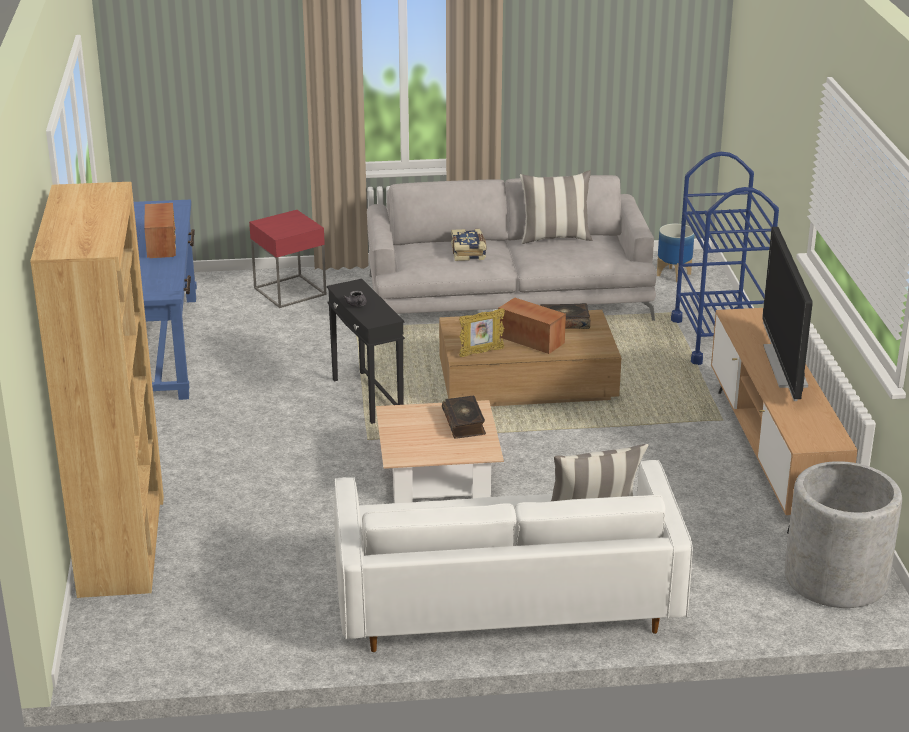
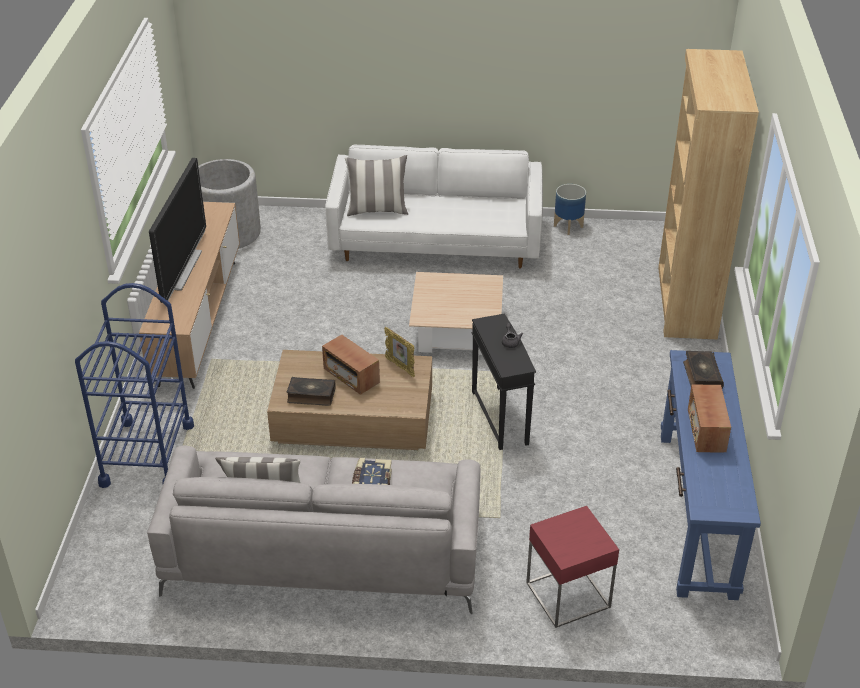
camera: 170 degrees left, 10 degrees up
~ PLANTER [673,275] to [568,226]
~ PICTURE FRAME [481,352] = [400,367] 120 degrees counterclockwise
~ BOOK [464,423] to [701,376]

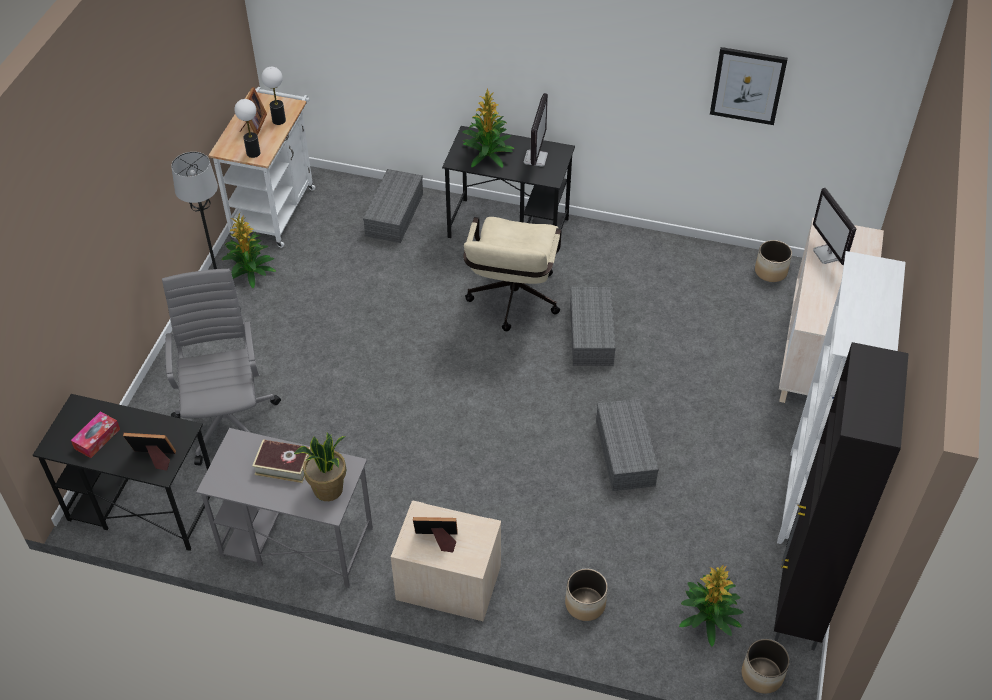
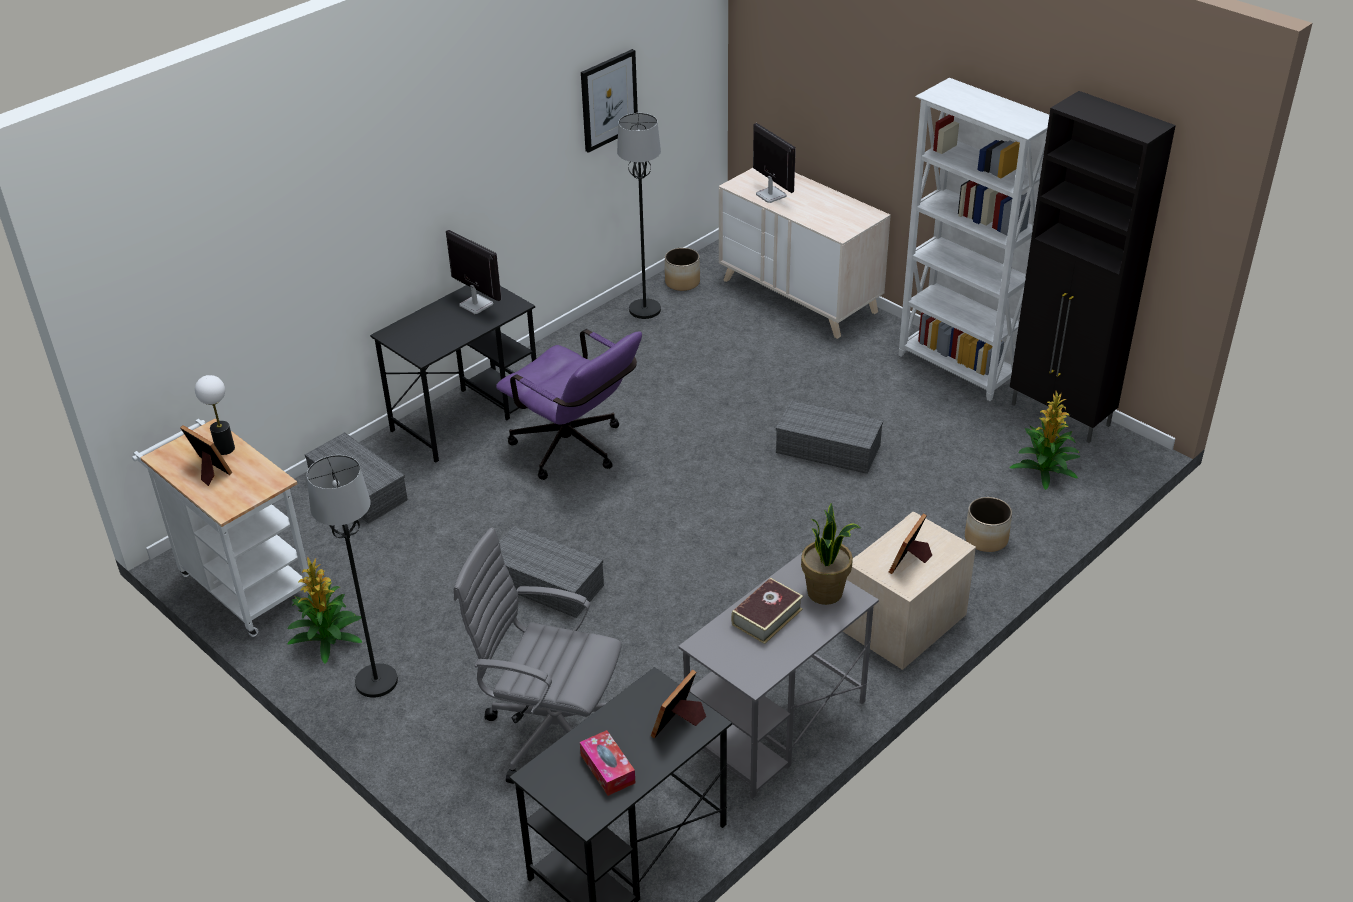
camera: 60 degrees left, 10 degrees down
- POTTED PLANT [488,154]
- TABLE LAMP [253,153]
~ MONITOR [828,254] = [770,195] 135 degrees counterclockwise
~ BEIGE OFFICE CHAIR [512,303] to PURPLE OFFICE CHAIR [575,451]
~ GREY STORAGE BOX [592,336] to [548,583]
- PLANTER [762,675]
+ BLACK FLOOR LAMP [645,309]

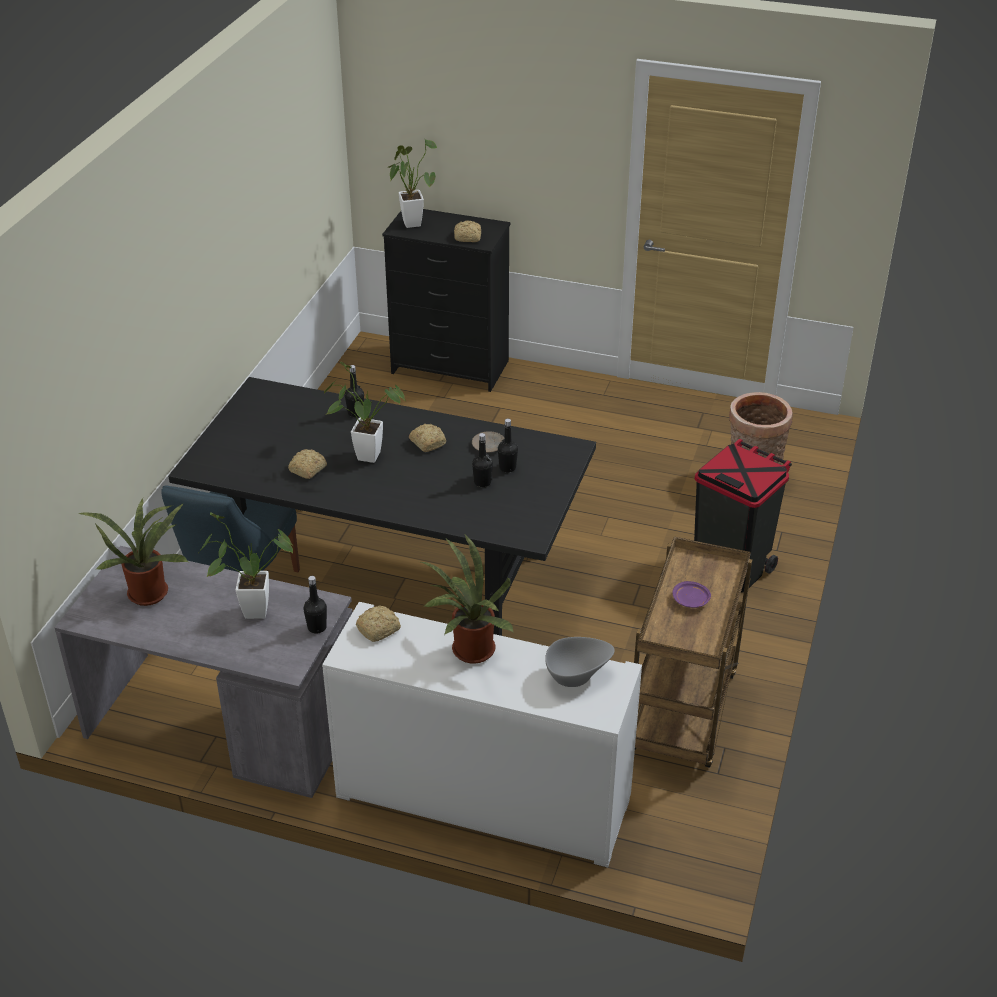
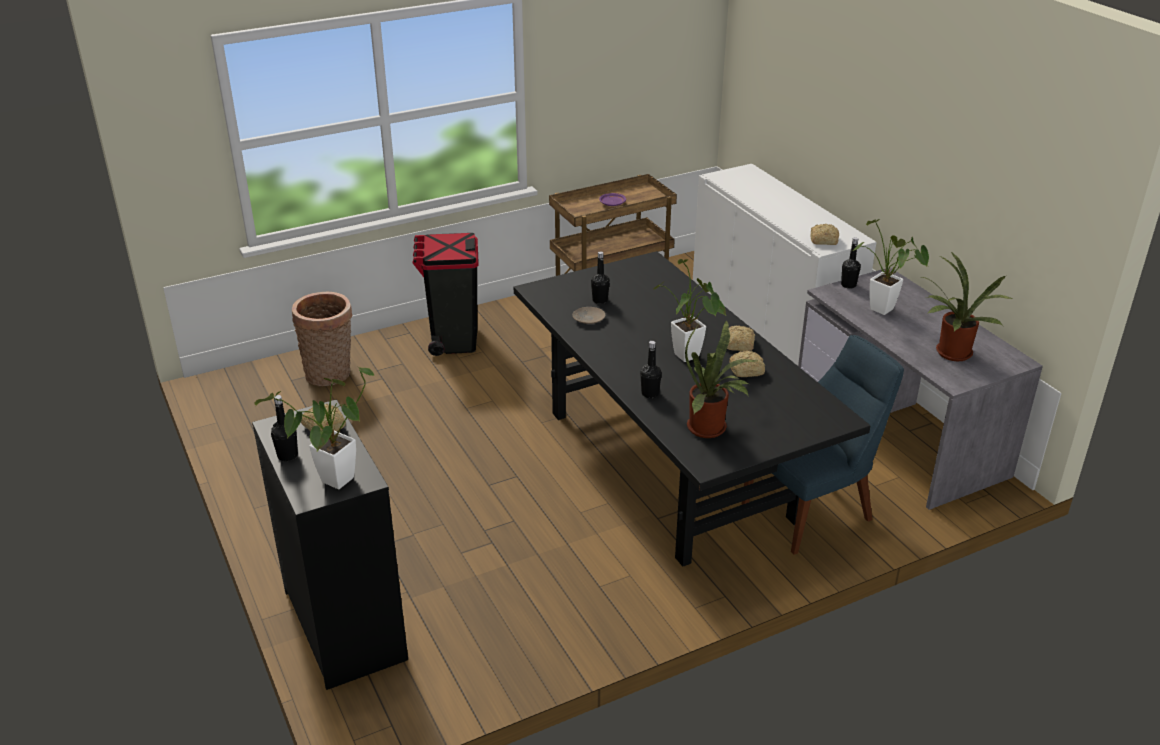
camera: 135 degrees left, 5 degrees down
~ BREAD [427,442] to [738,345]
~ BLACK BOTTLE [482,482] to [287,455]
~ POTTED PLANT [469,652] to [710,429]
- GREY BOWL [576,676]

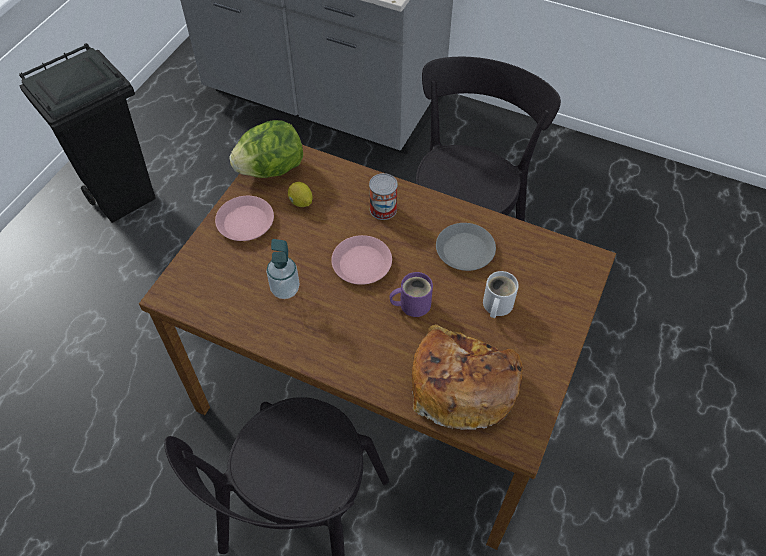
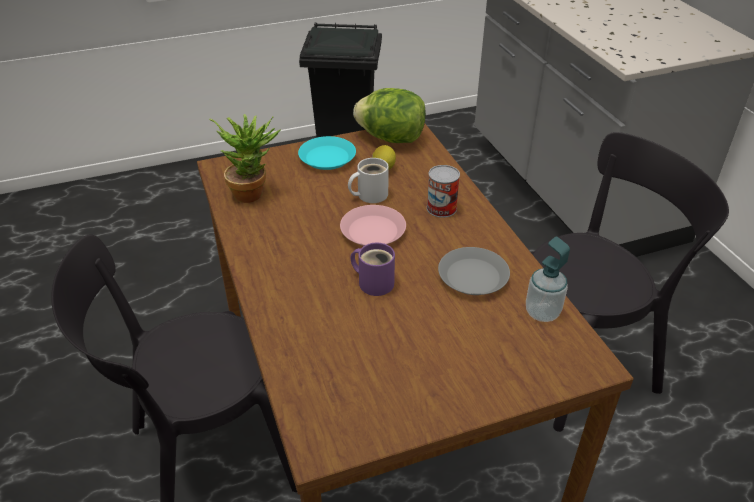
camera: 45 degrees right, 15 degrees down
~ PINK PLATE [246,222] to TURQUOISE PLATE [327,158]
~ SOAP DISPENSER [285,289] to [542,312]
~ WHITE MUG [496,305] to [369,194]
- BREAD [462,383]
+ POTTED PLANT [253,192]

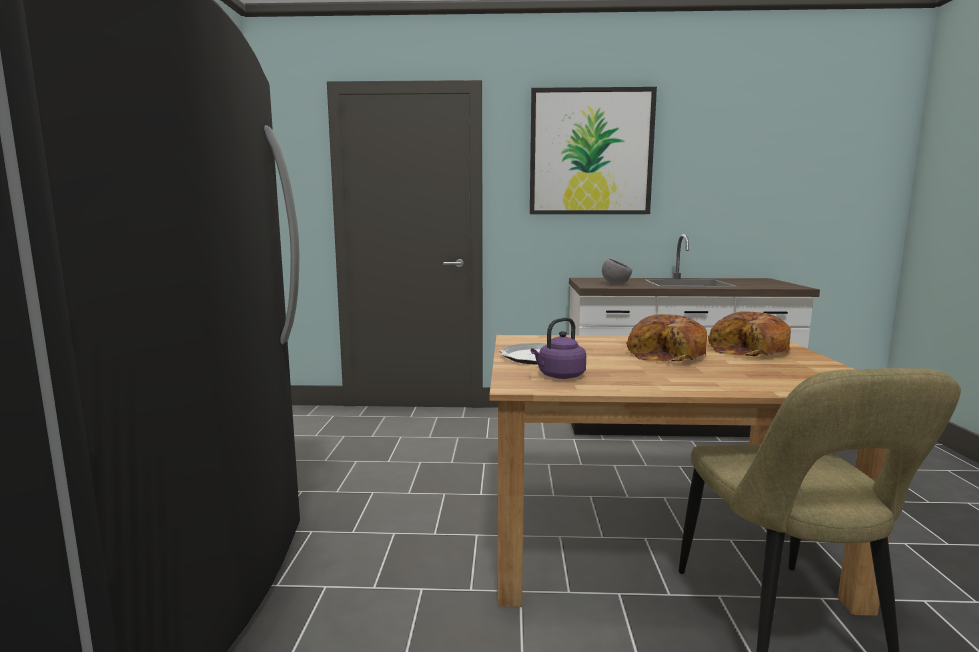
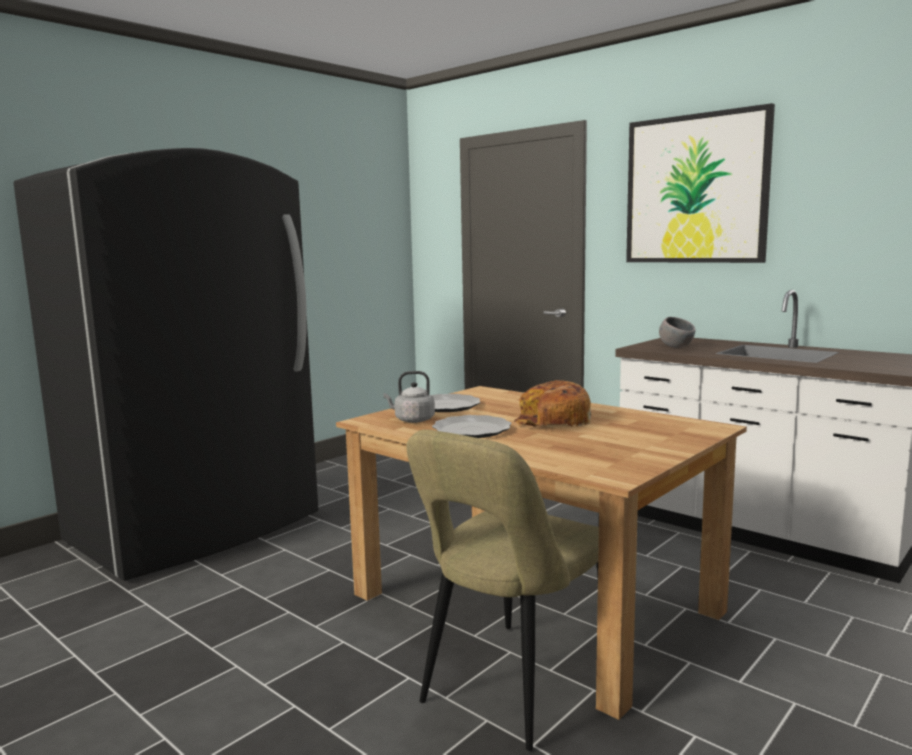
camera: 40 degrees right, 0 degrees up
- BREAD [749,351]
~ PURPLE KETTLE [559,376] to GREY KETTLE [412,420]
+ PLATE [472,430]

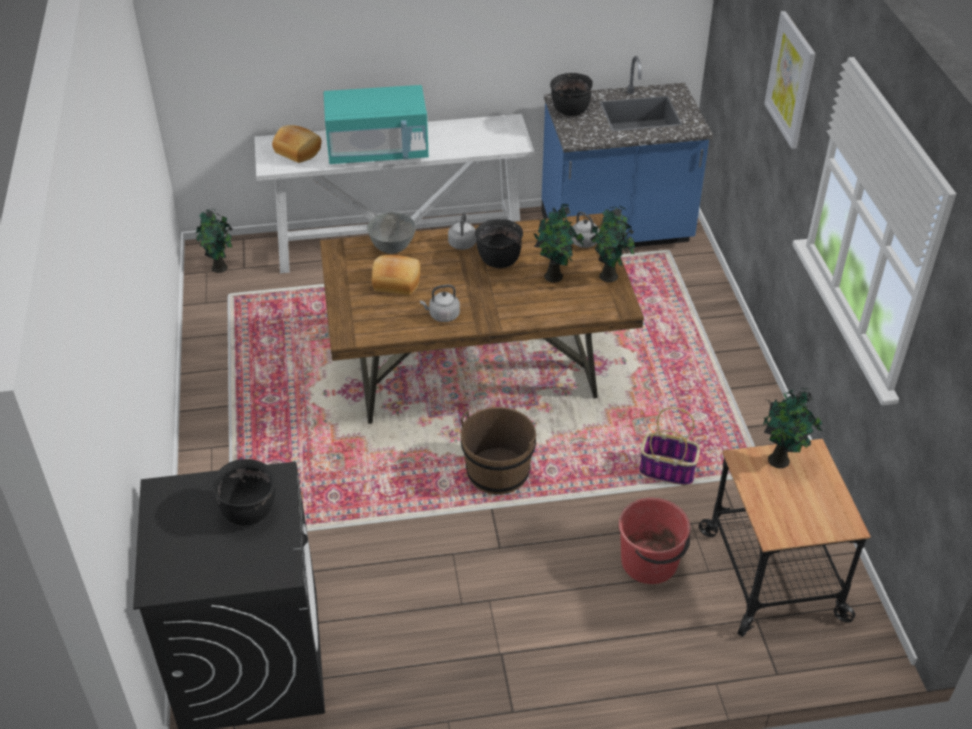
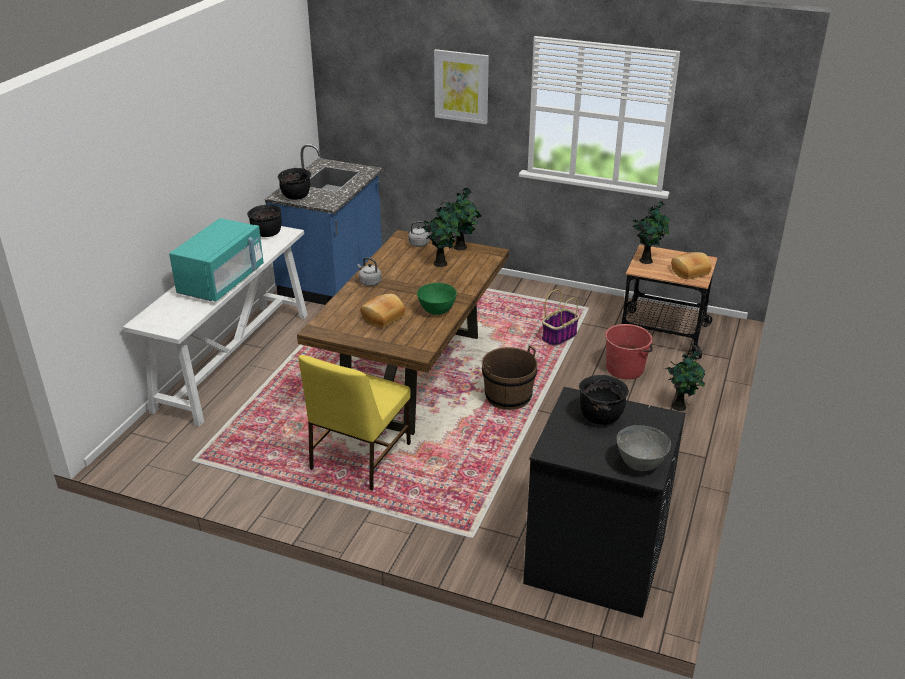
camera: 60 degrees left, 10 degrees down
~ BREAD [298,151] to [689,271]
~ POTTED PLANT [220,268] to [680,406]
~ GREY BOWL [392,248] to [640,464]
~ BLACK COOKING POT [498,260] to [267,234]
~ GREY KETTLE [442,315] to GREEN BOWL [437,311]
+ YELLOW CHAIR [359,457]

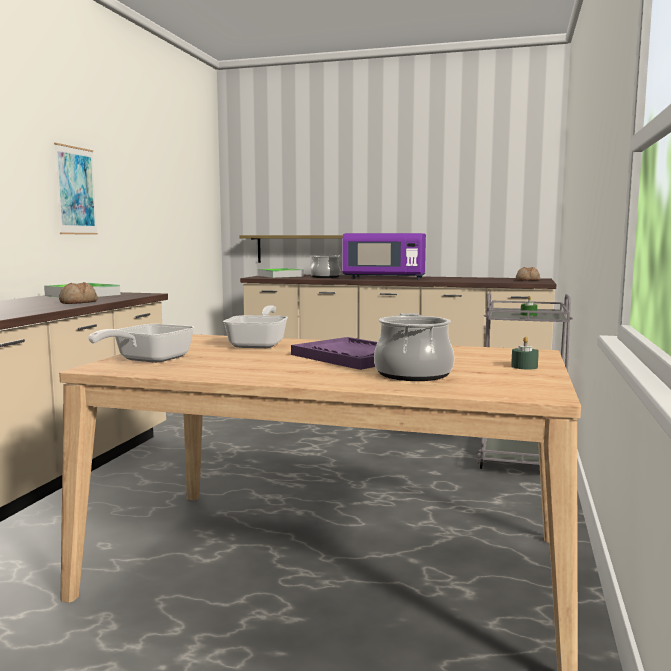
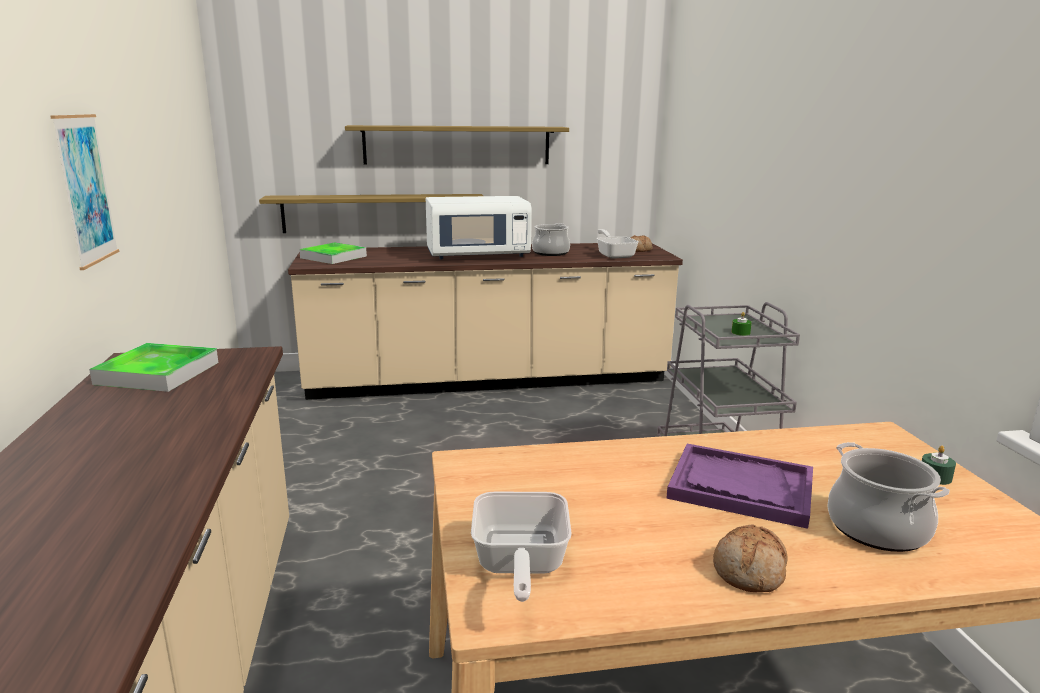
camera: 25 degrees left, 10 degrees up
~ PURPLE MICROWAVE [384,278] to WHITE MICROWAVE [477,255]
~ COOKING POT [325,277] to [550,253]
~ BREAD [78,302] to [750,571]
~ FRYING PAN [260,344] to [614,255]
+ SHELF [457,145]

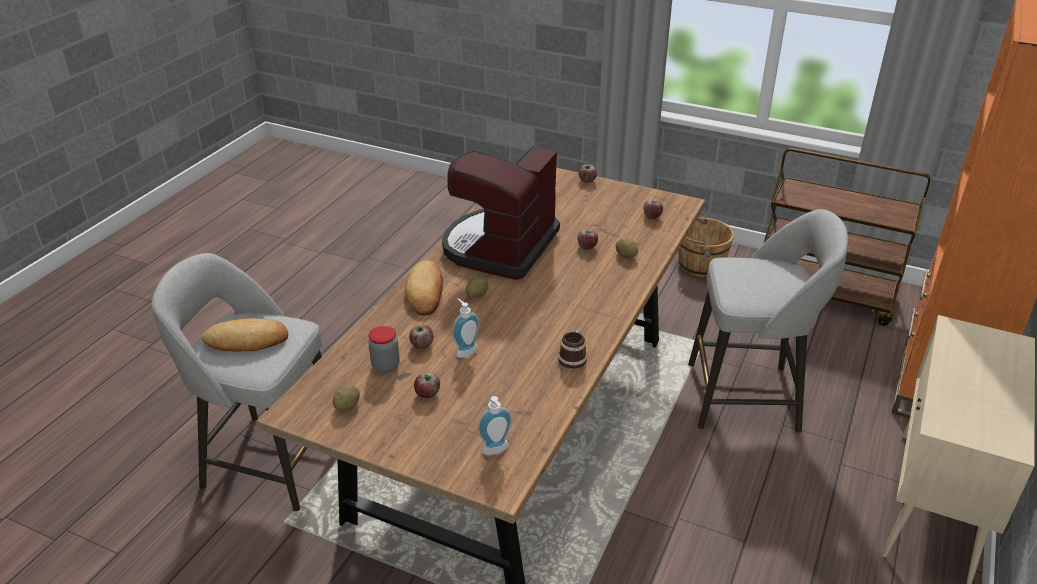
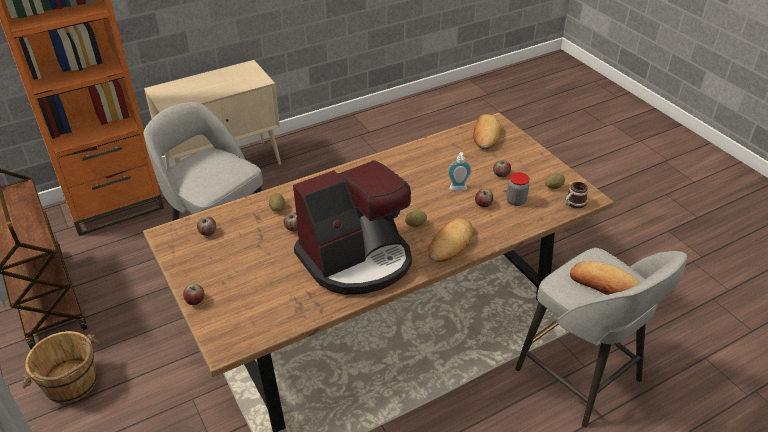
camera: 145 degrees left, 5 degrees up
~ MUG [573,357] to [573,204]
~ SOAP DISPENSER [496,451] to BREAD [485,135]

